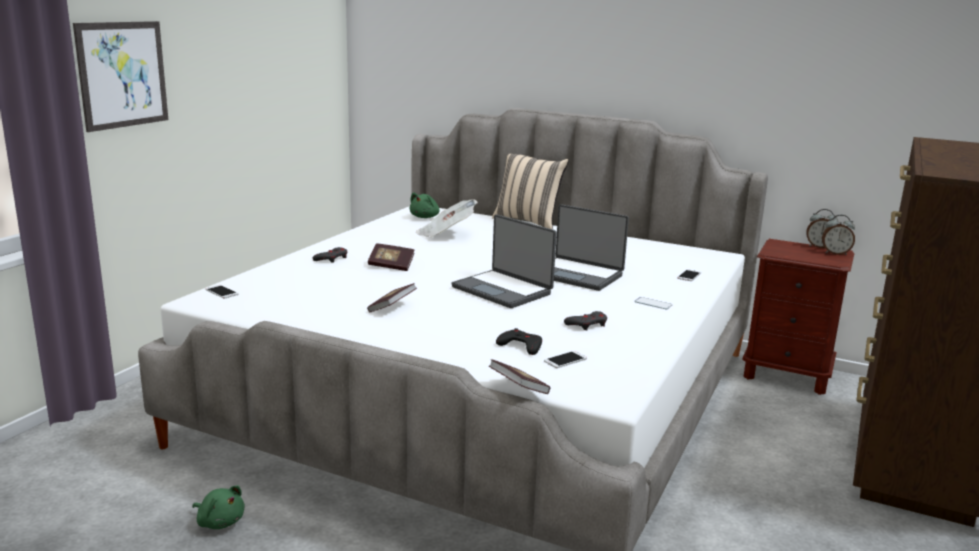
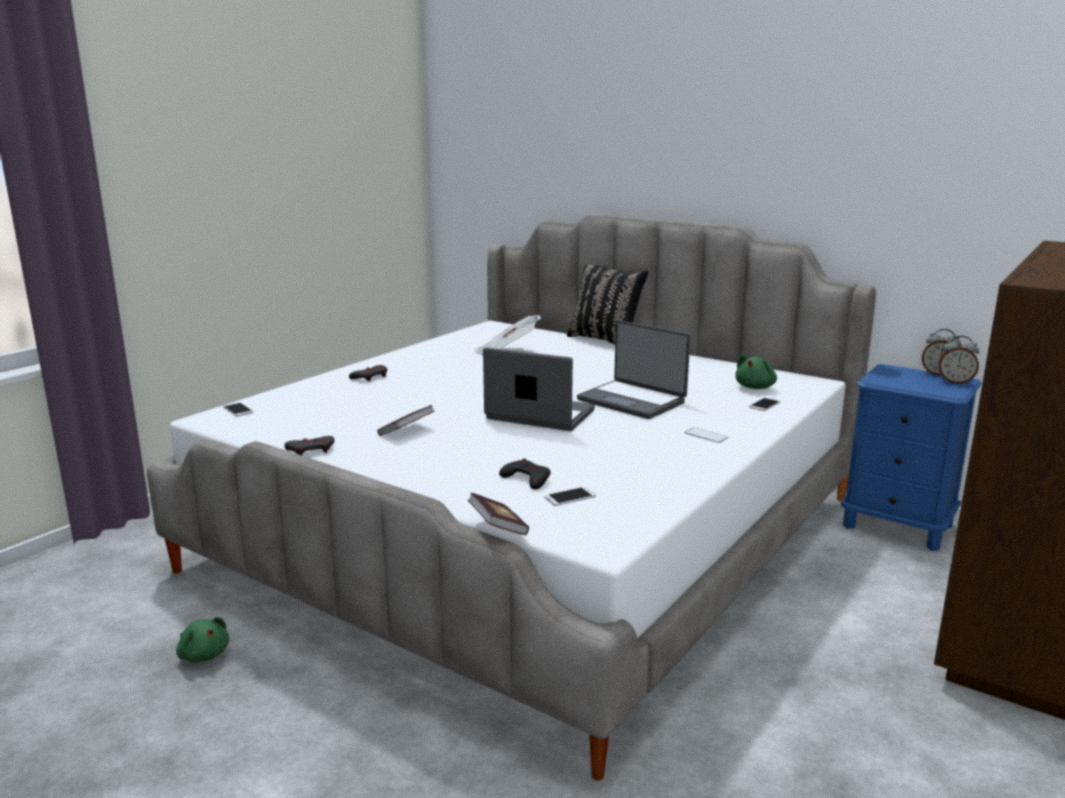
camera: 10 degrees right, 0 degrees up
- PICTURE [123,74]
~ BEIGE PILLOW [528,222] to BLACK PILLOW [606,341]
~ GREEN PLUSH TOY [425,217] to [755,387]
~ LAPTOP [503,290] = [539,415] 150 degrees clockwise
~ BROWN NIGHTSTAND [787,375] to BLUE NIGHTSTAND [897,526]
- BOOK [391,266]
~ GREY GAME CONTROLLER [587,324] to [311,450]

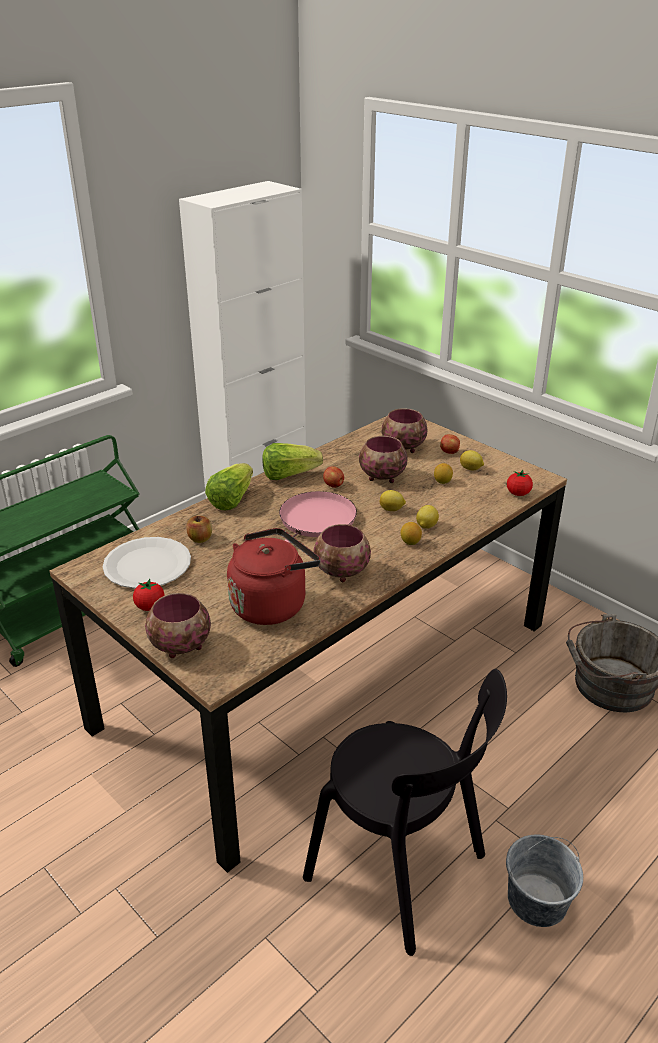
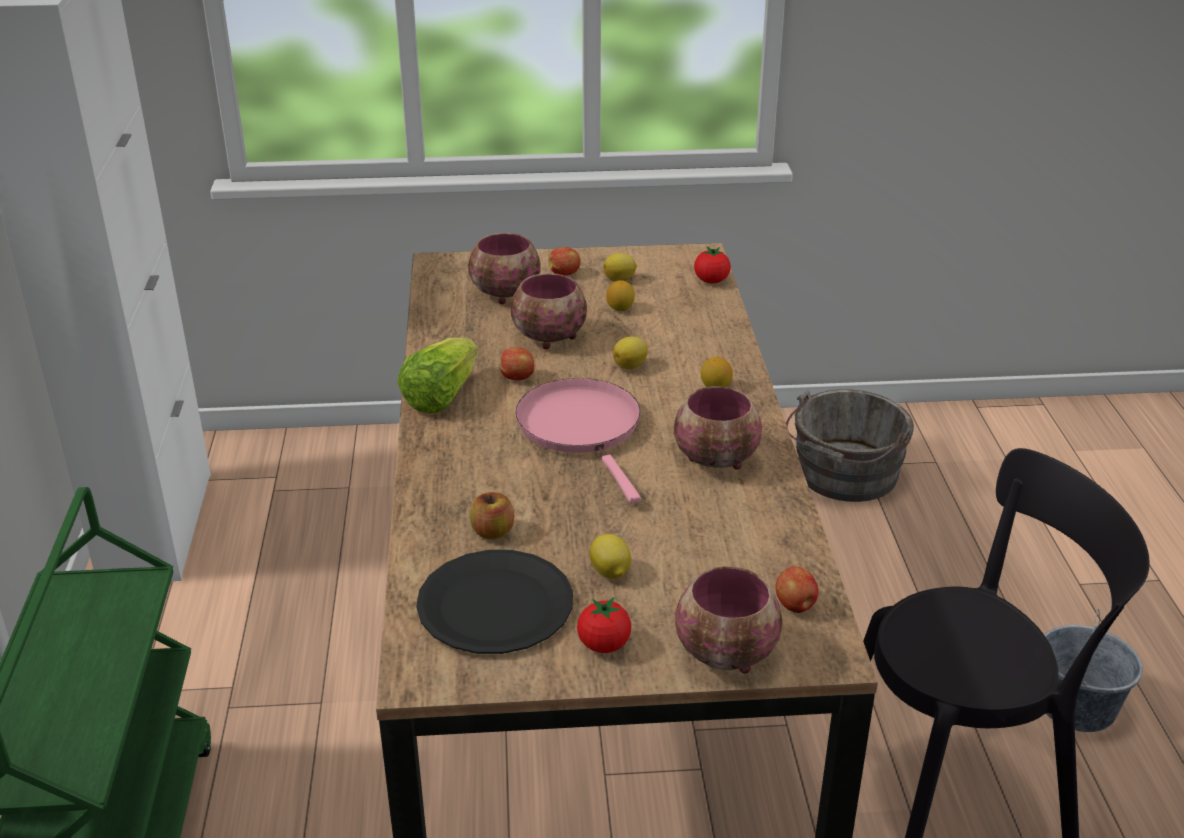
camera: 50 degrees left, 0 degrees up
- LETTUCE [231,500]
~ LEMON [426,526] to [610,573]
- RED KETTLE [271,604]
~ WHITE PLATE [147,565] to BLACK PLATE [495,605]
+ APPLE [795,606]

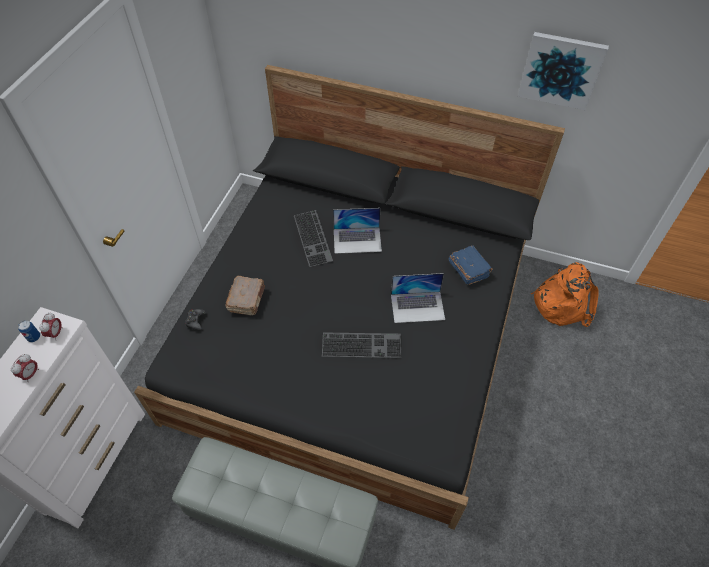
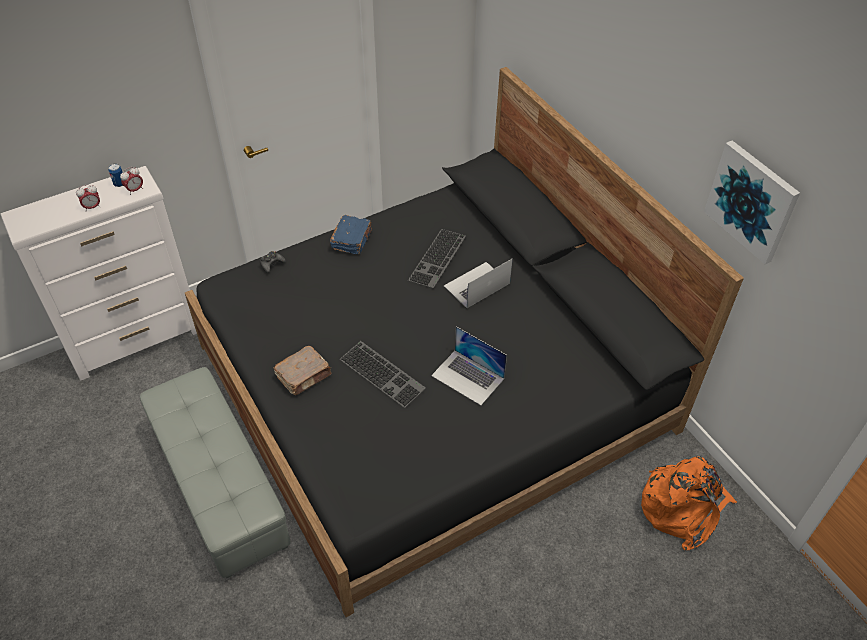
camera: 40 degrees right, 5 degrees down
~ LAPTOP [357,240] = [476,285] 105 degrees clockwise
~ BLUE BOOK [468,269] to [352,240]
~ BROWN BOOK [247,299] to [304,376]

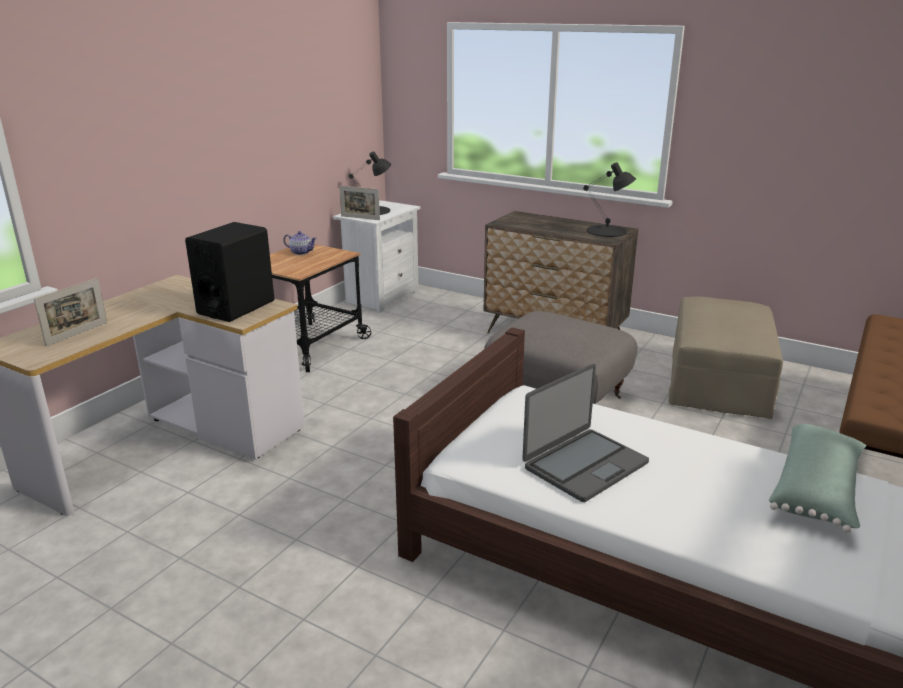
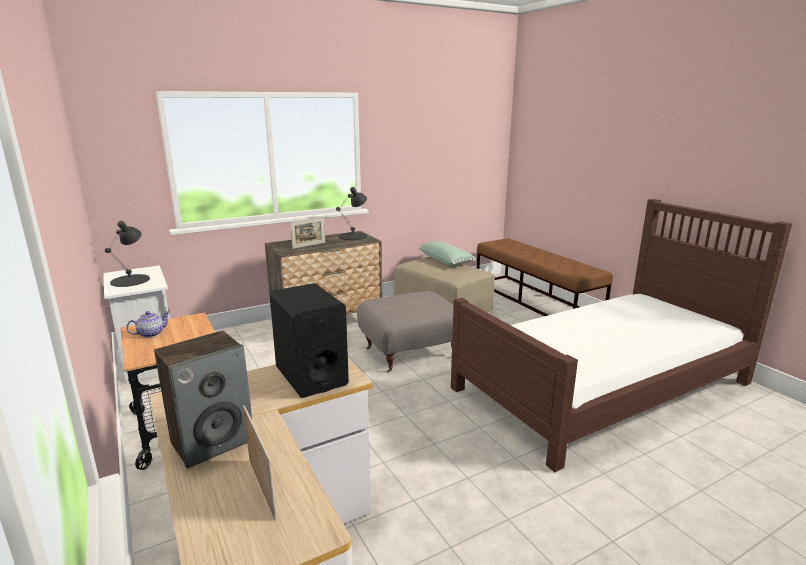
camera: 60 degrees left, 5 degrees down
~ PICTURE FRAME [360,218] to [309,245]
- LAPTOP [584,465]
~ GREEN PILLOW [817,491] to [446,261]
+ SPEAKER [213,441]

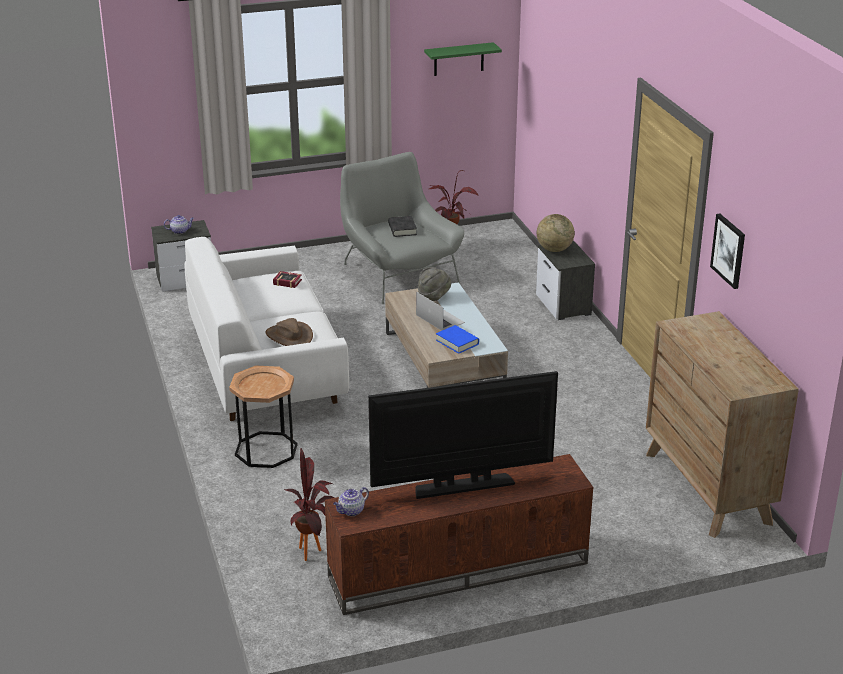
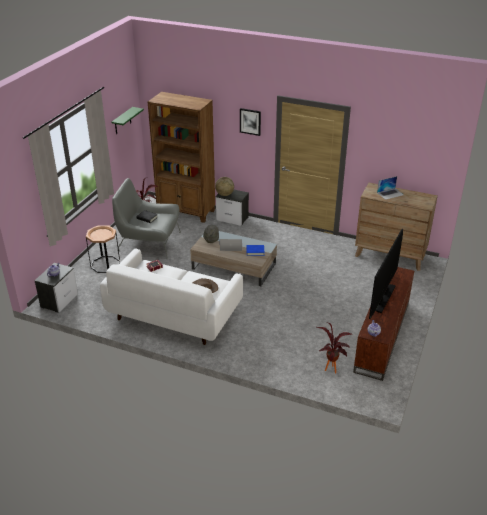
camera: 50 degrees left, 5 degrees up
~ PICTURE [729,250] to [250,121]
~ BROWN SIDE TABLE [266,450] to [105,264]
+ BROWN BOOKCASE [186,211]
+ LAPTOP [390,193]

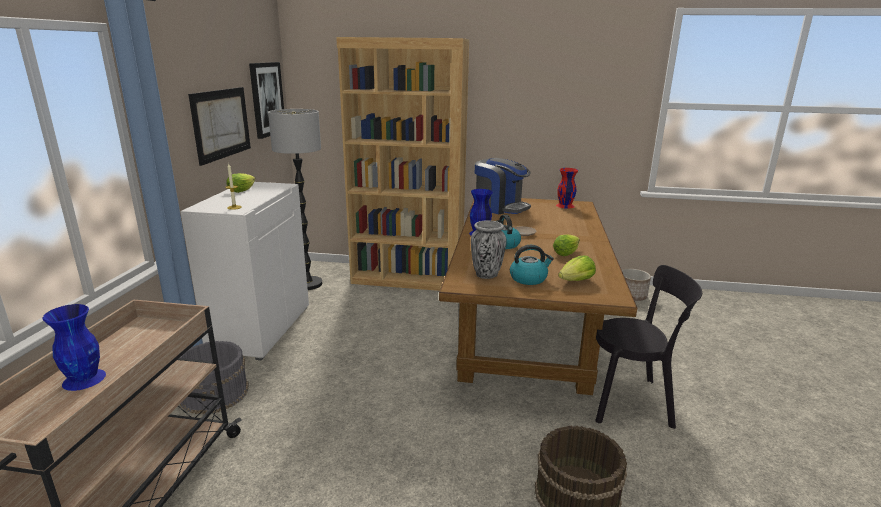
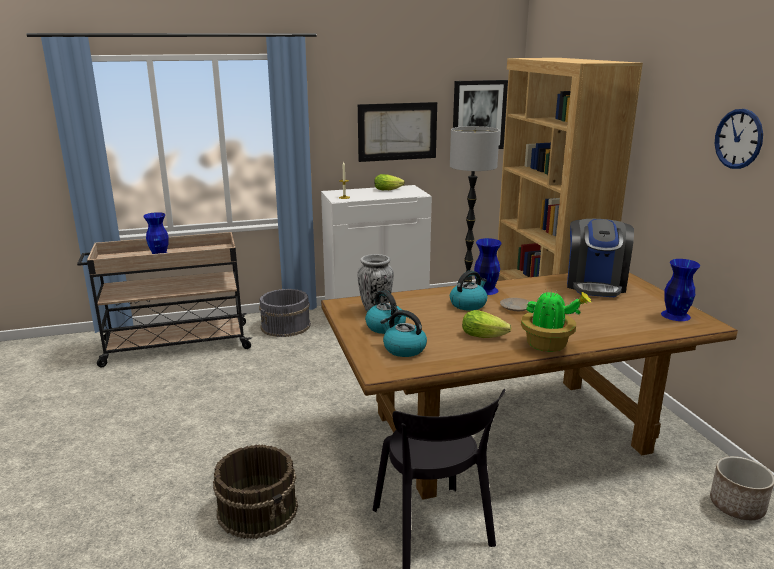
camera: 65 degrees right, 0 degrees up
~ RED VASE [564,205] to BLUE VASE [675,315]
~ LETTUCE [576,281] to KETTLE [403,349]
+ WALL CLOCK [738,139]
+ POTTED PLANT [548,345]

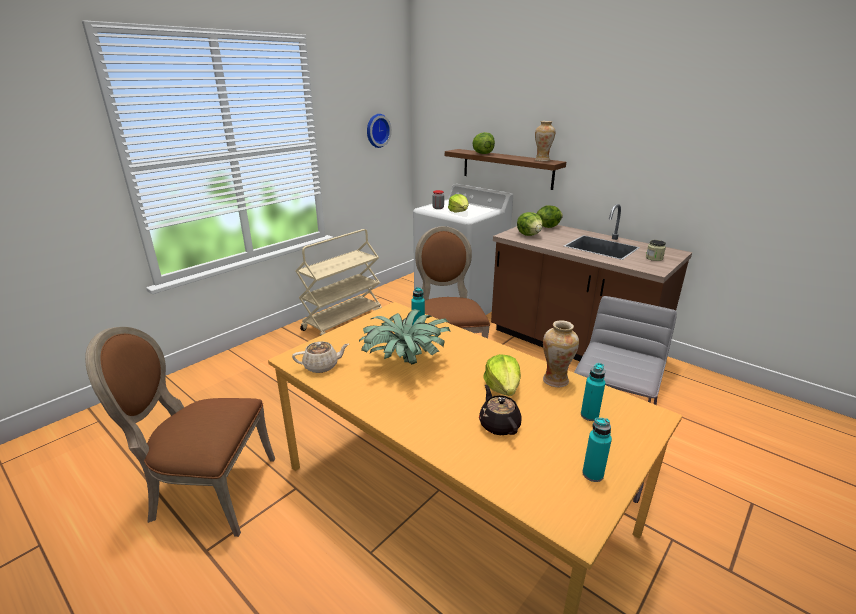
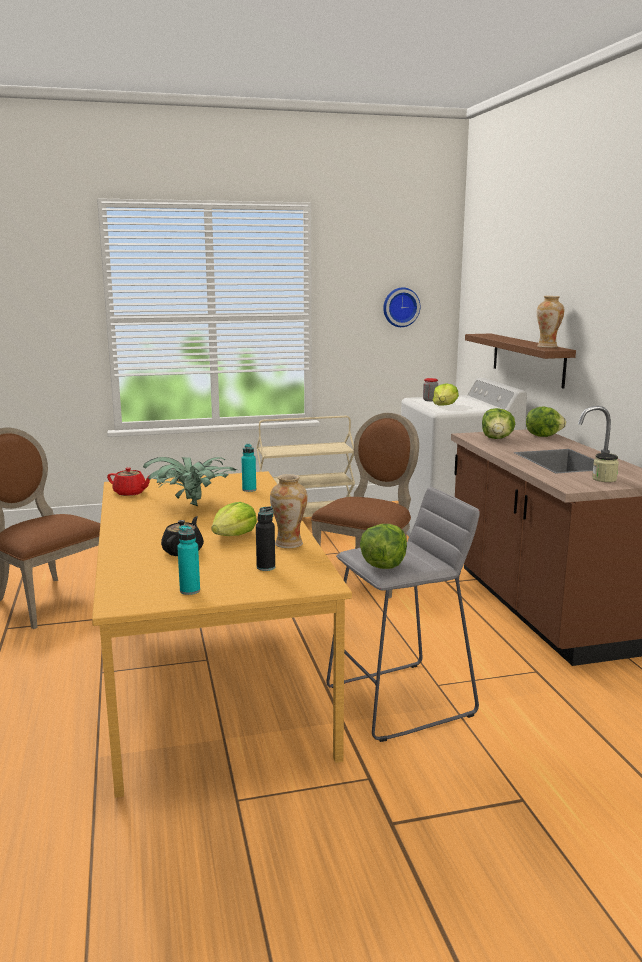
camera: 35 degrees right, 10 degrees down
~ LETTUCE [482,153] to [383,565]
~ BEIGE TEAPOT [322,366] to RED TEAPOT [130,493]
~ TURQUOISE BOTTLE [589,415] to BLACK BOTTLE [266,567]

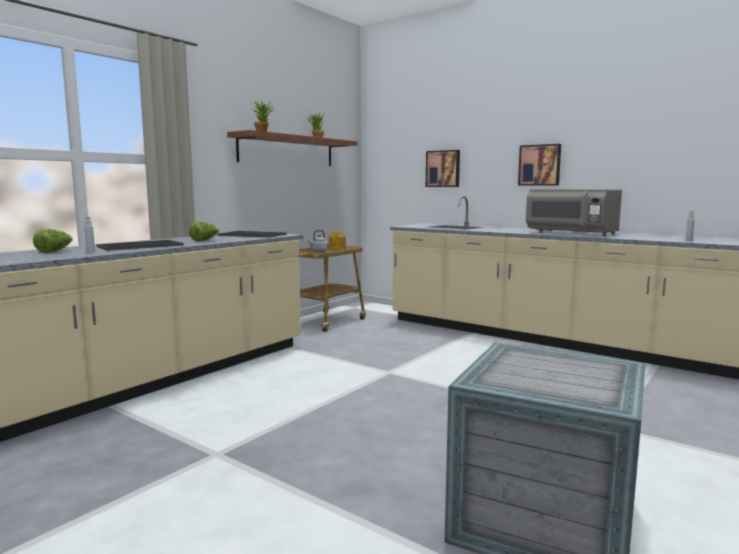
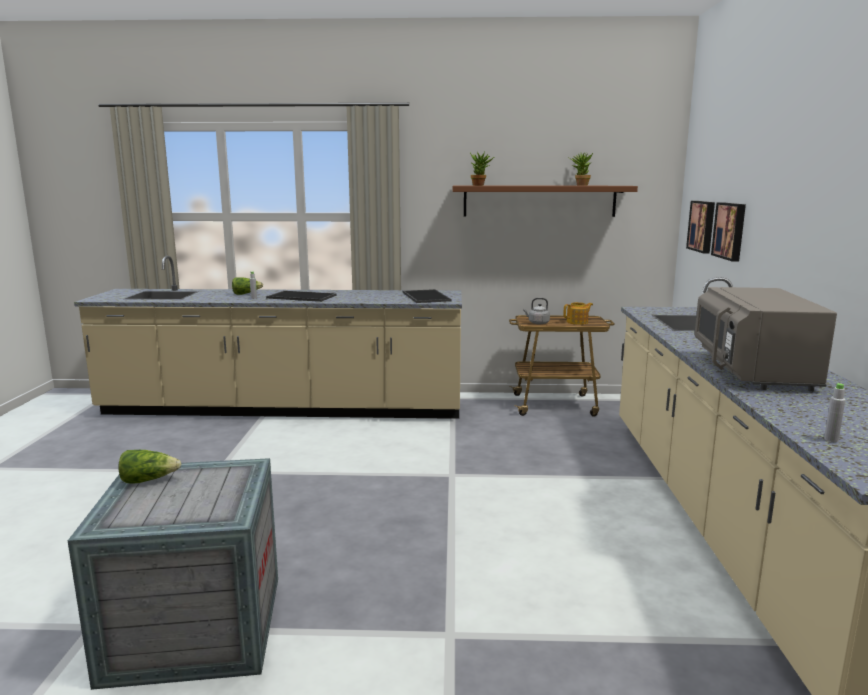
camera: 55 degrees right, 5 degrees up
~ PICTURE [540,165] to [702,226]
~ LETTUCE [204,240] to [148,480]

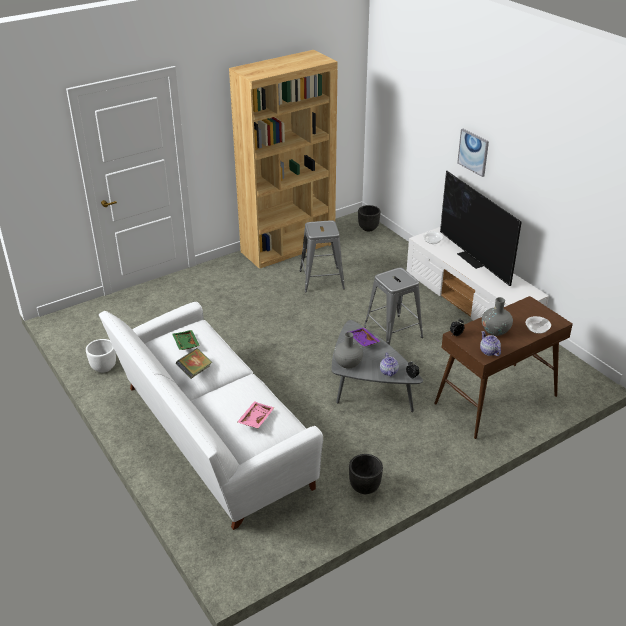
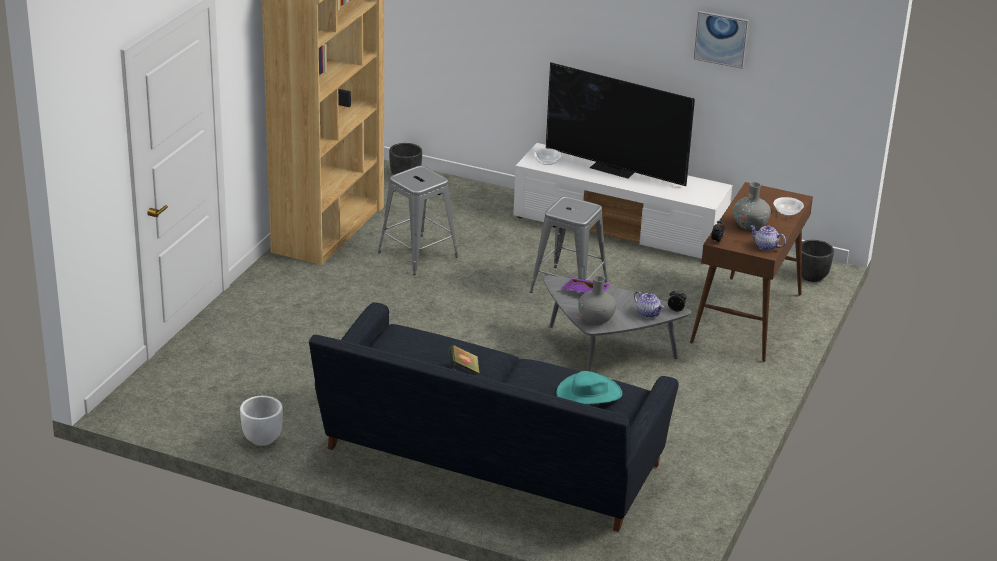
camera: 35 degrees left, 5 degrees down
~ PICTURE [473,152] to [721,39]
~ WHITE SOFA [210,437] to BLACK SOFA [489,461]
- GREEN TRAY [185,344]
~ PINK TRAY [255,419] to TURQUOISE HAT [589,393]
~ BLACK PLANTER [364,487] to [812,277]

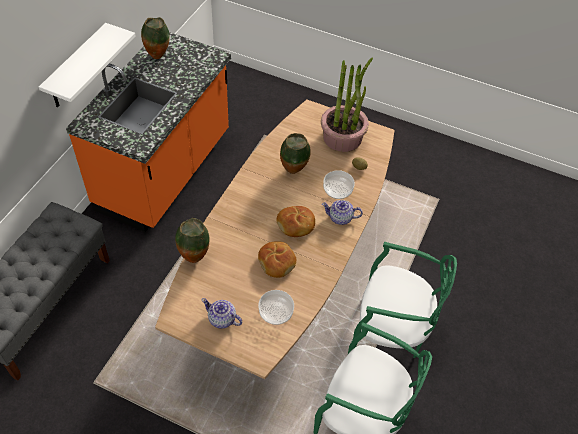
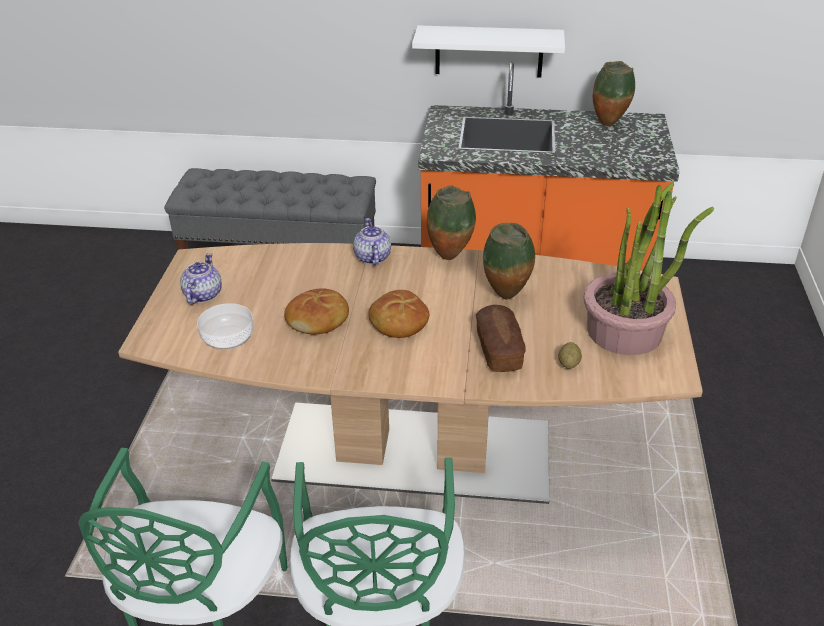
camera: 75 degrees right, 15 degrees down
~ BOWL [337,190] to BREAD [499,349]
~ TEAPOT [341,218] to [372,258]
~ VASE [194,257] to [450,256]

